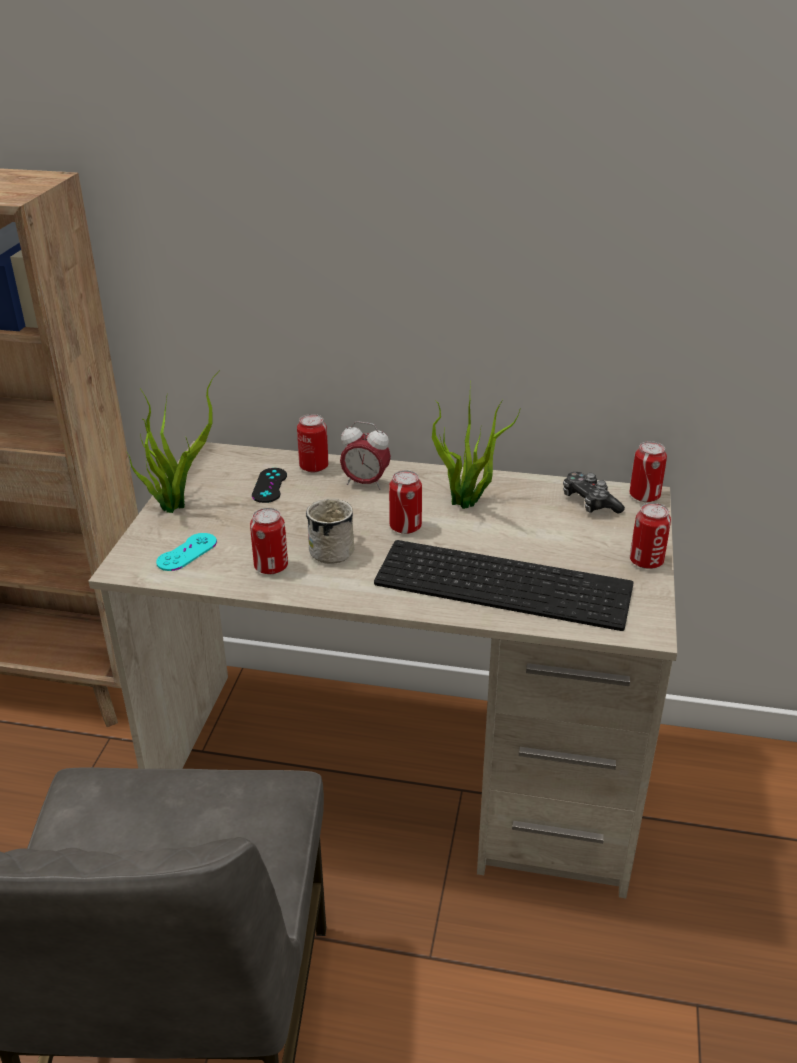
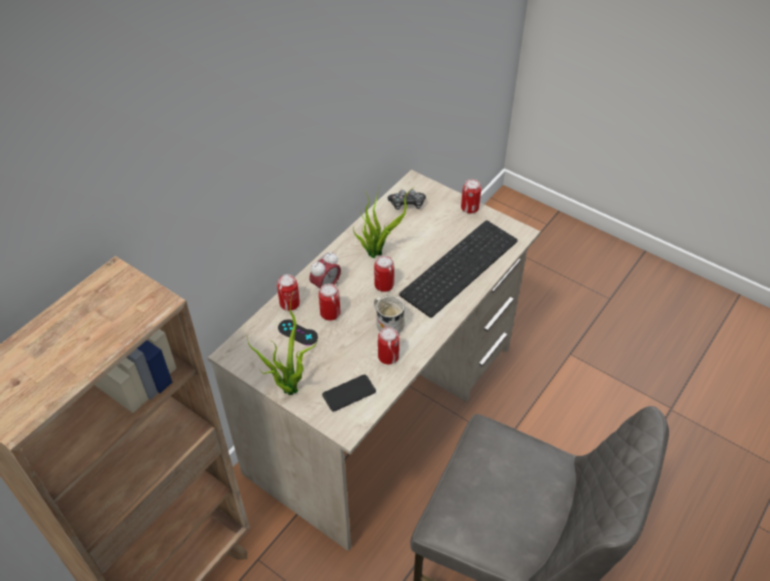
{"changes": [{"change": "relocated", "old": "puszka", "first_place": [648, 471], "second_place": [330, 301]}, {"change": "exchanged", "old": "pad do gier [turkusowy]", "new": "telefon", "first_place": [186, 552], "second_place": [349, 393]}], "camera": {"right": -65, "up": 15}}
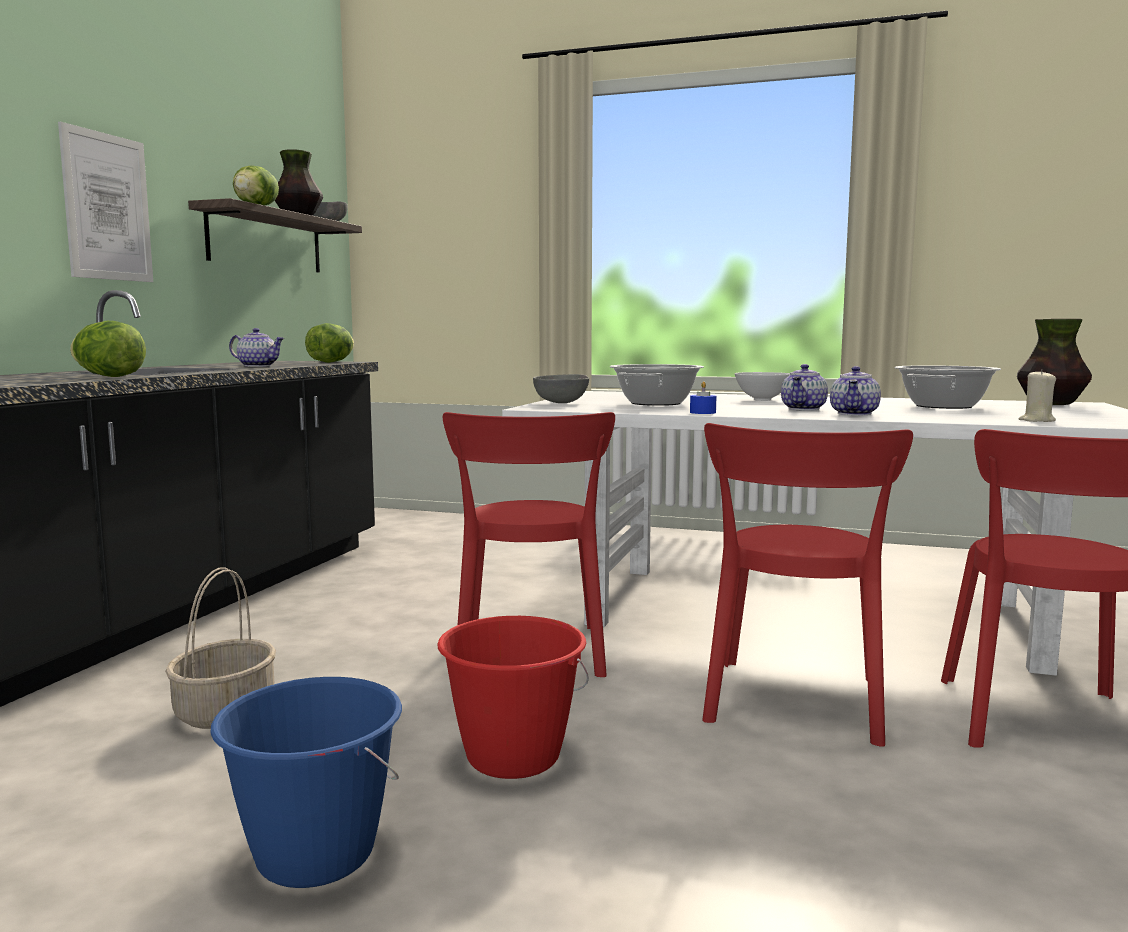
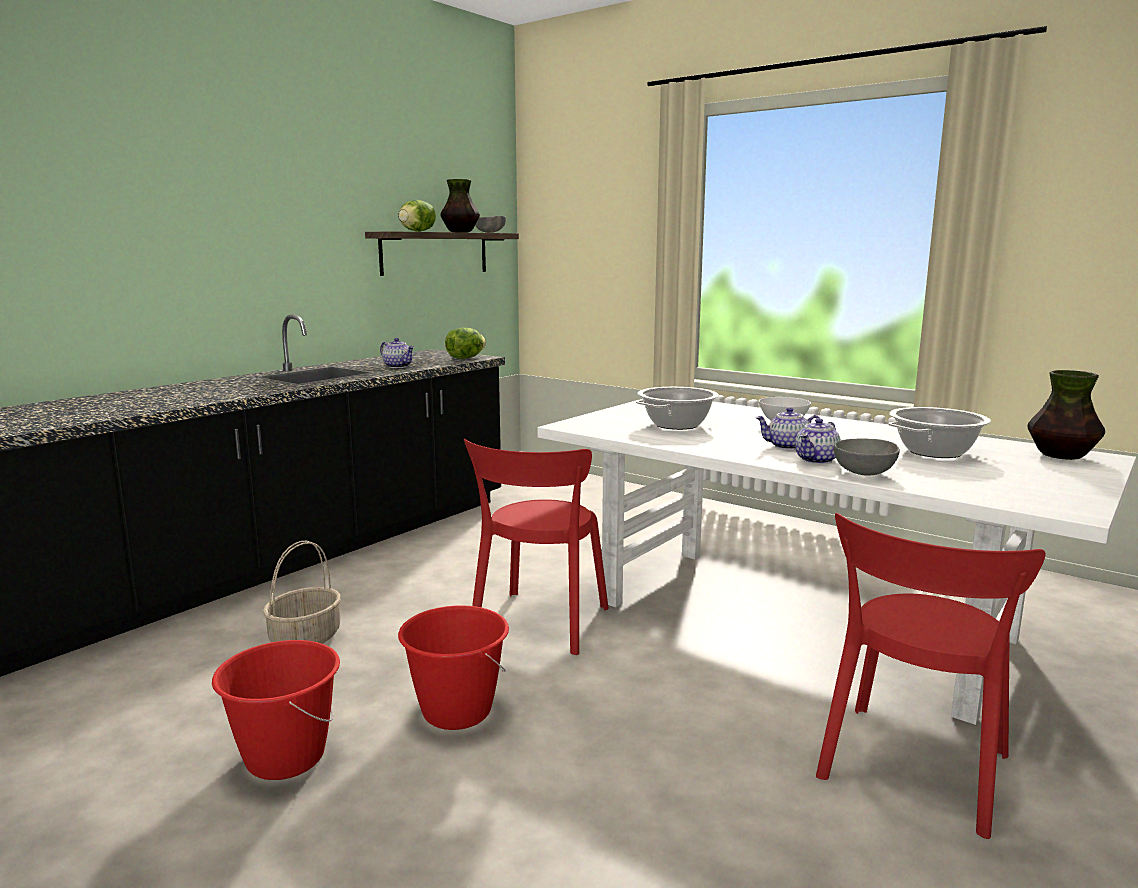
{"changes": [{"change": "colour", "old": "wiadro [niebieski]", "new": "wiadro [czerwony]", "first_place": [306, 782], "second_place": [276, 710]}, {"change": "spun", "old": "imbryk", "first_place": [804, 387], "second_place": [789, 428], "degrees": 45}, {"change": "relocated", "old": "miska [szary]", "first_place": [561, 388], "second_place": [867, 457]}, {"change": "missing", "old": "obraz", "first_place": [105, 202]}, {"change": "missing", "old": "sałata", "first_place": [108, 349]}, {"change": "missing", "old": "świeca [niebieski]", "first_place": [703, 398]}, {"change": "missing", "old": "krzesło [czerwony]", "first_place": [807, 585]}, {"change": "missing", "old": "świeca [beżowy]", "first_place": [1037, 395]}], "camera": {"right": 20, "up": 5}}
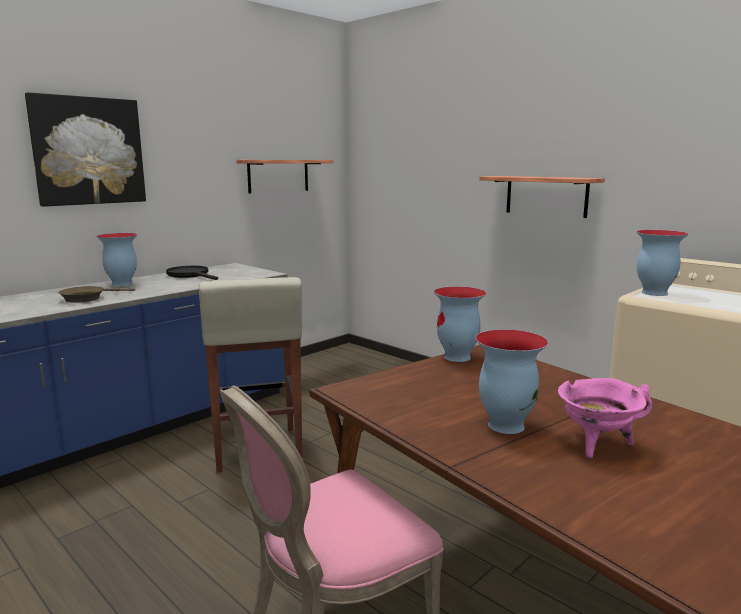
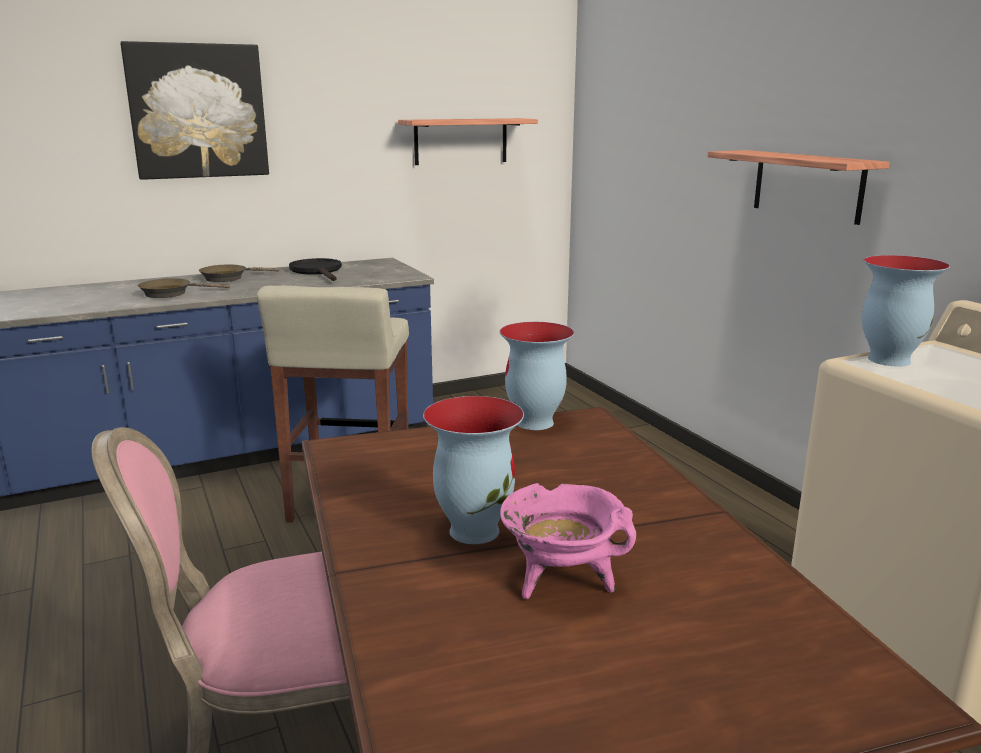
{"changes": [{"change": "exchanged", "old": "wazon", "new": "patelnia [brązowy]", "first_place": [116, 260], "second_place": [239, 273]}], "camera": {"right": 20, "up": 5}}
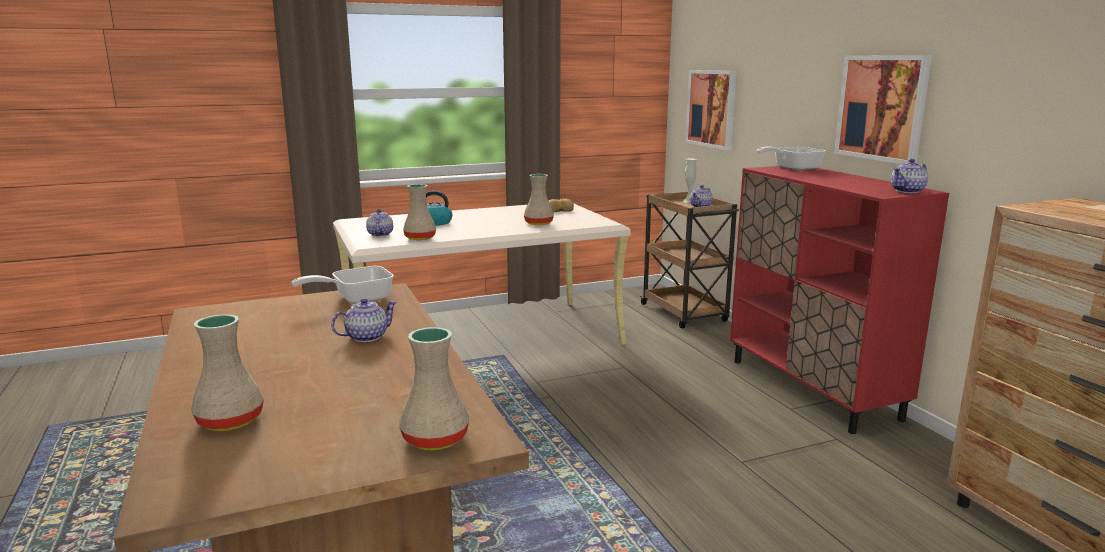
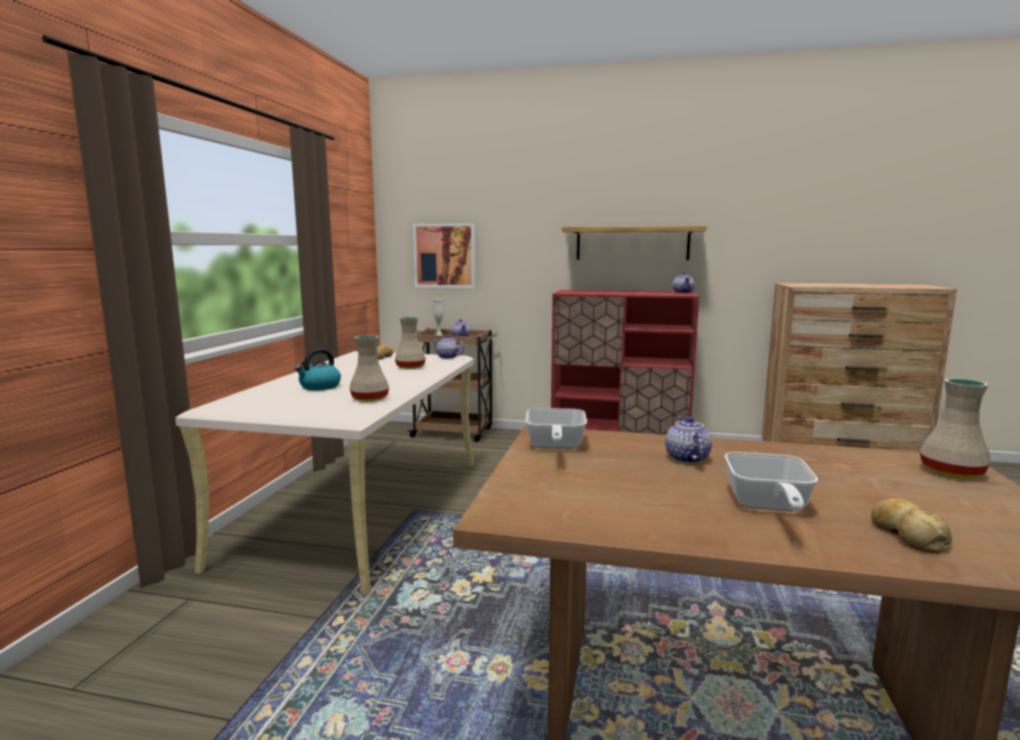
{"changes": [{"change": "relocated", "old": "imbryk", "first_place": [379, 223], "second_place": [448, 347]}, {"change": "exchanged", "old": "obraz", "new": "półka", "first_place": [883, 109], "second_place": [634, 243]}, {"change": "relocated", "old": "patelnia", "first_place": [791, 158], "second_place": [771, 481]}, {"change": "exchanged", "old": "wazon [beżowy]", "new": "chleb", "first_place": [227, 372], "second_place": [912, 525]}], "camera": {"right": -55, "up": -5}}
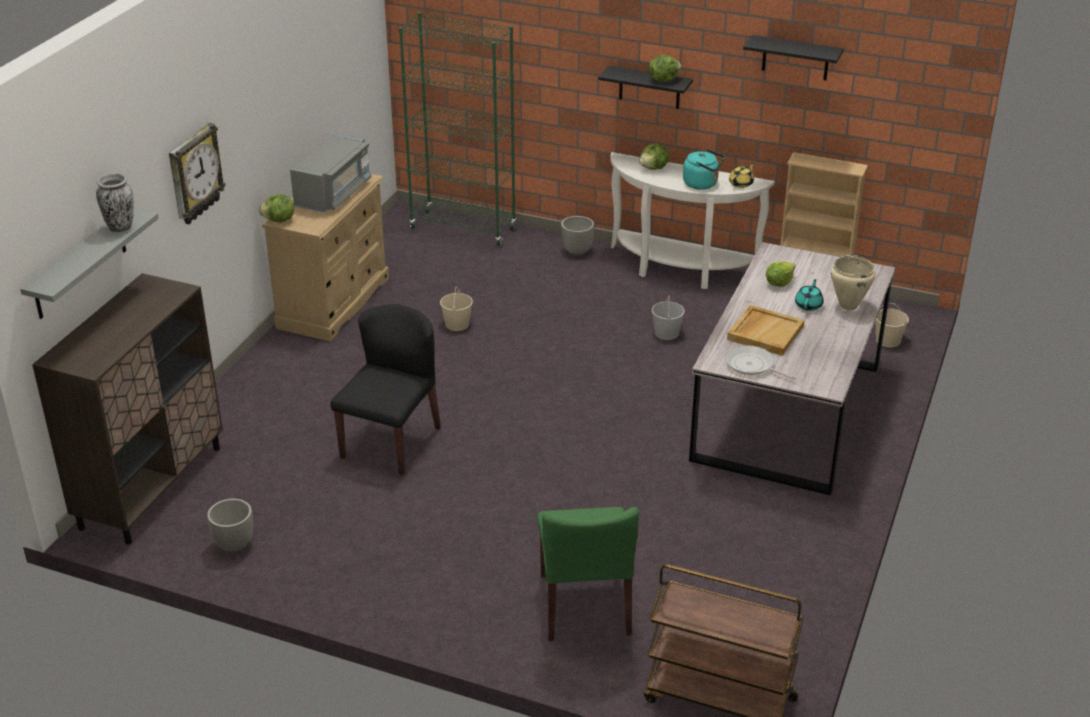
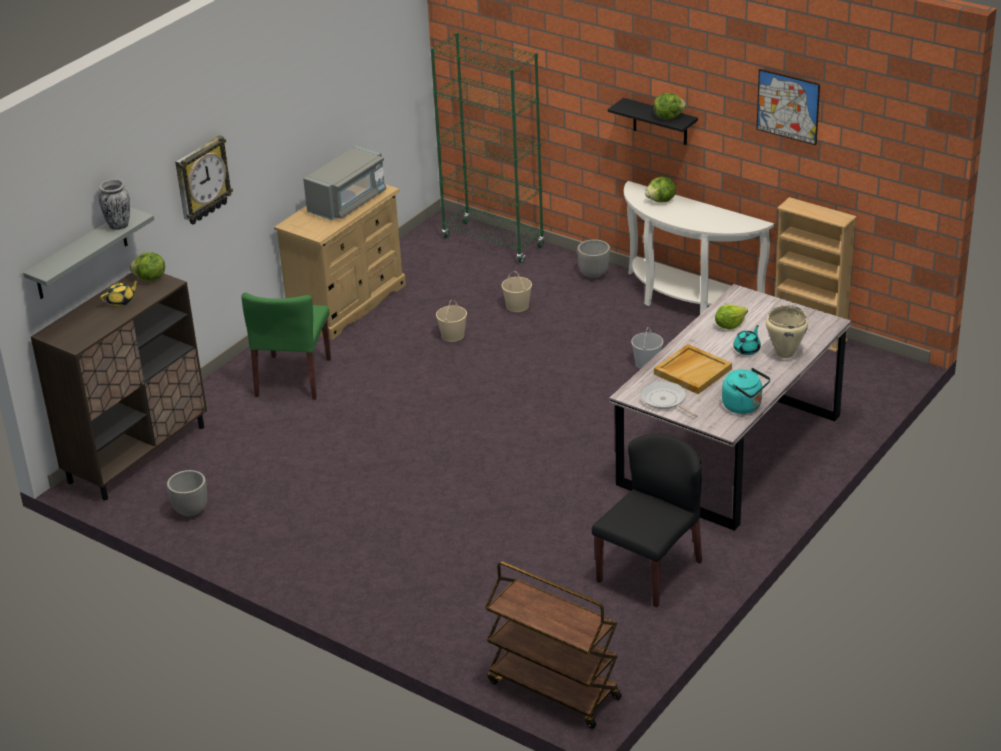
{"changes": [{"change": "relocated", "old": "imbryk [żółty]", "first_place": [742, 175], "second_place": [119, 293]}, {"change": "relocated", "old": "sałata", "first_place": [276, 208], "second_place": [147, 266]}, {"change": "relocated", "old": "krzesło [zielony]", "first_place": [588, 574], "second_place": [286, 346]}, {"change": "relocated", "old": "wiadro [beżowy]", "first_place": [892, 325], "second_place": [516, 291]}, {"change": "relocated", "old": "krzesło [czarny]", "first_place": [386, 389], "second_place": [647, 521]}, {"change": "relocated", "old": "czajnik [turkusowy]", "first_place": [704, 169], "second_place": [746, 391]}, {"change": "exchanged", "old": "półka [czarny]", "new": "obraz", "first_place": [793, 57], "second_place": [788, 107]}], "camera": {"right": 15, "up": 0}}
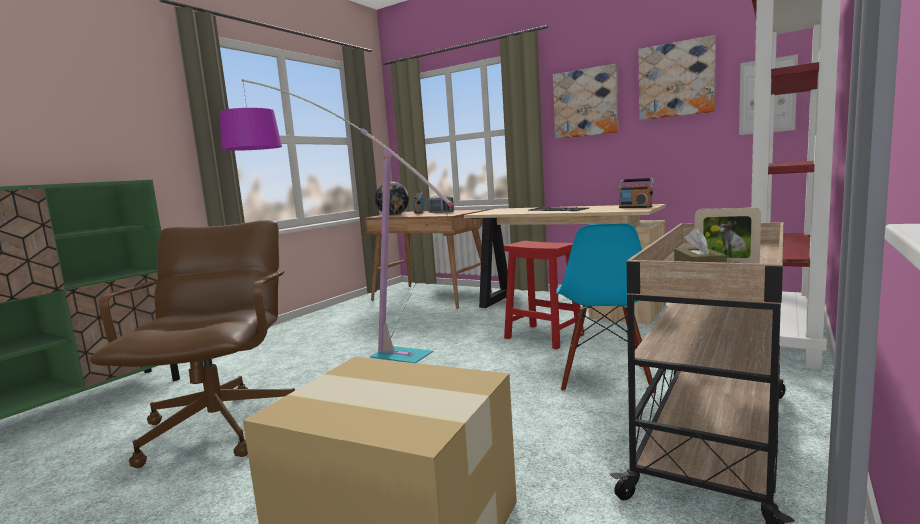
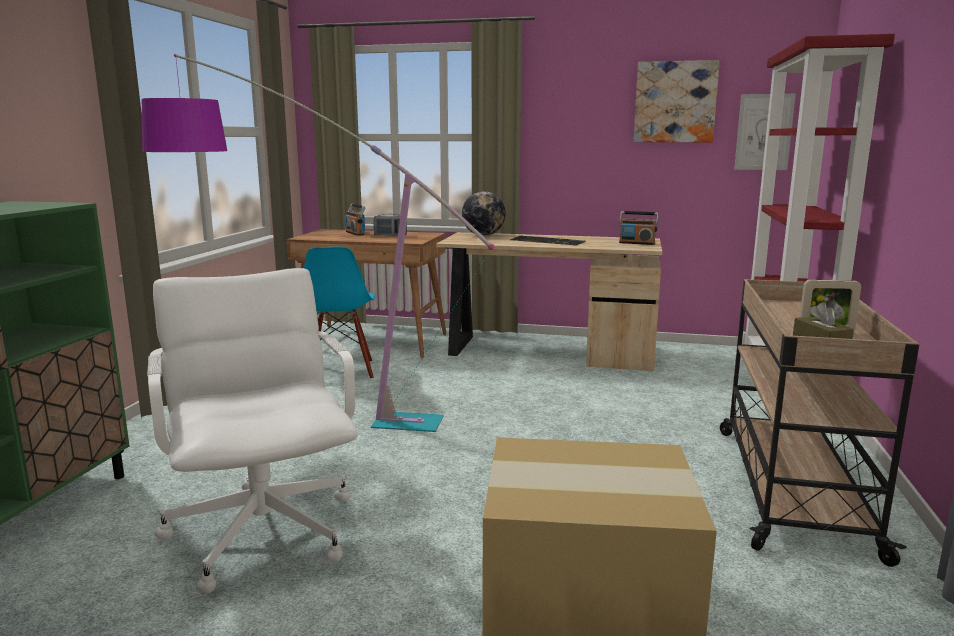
{"changes": [{"change": "colour", "old": "krzesło biurowe [brązowy]", "new": "krzesło biurowe [biały]", "first_place": [192, 344], "second_place": [252, 431]}, {"change": "relocated", "old": "krzesło [niebieski]", "first_place": [605, 309], "second_place": [339, 313]}, {"change": "relocated", "old": "globus", "first_place": [392, 198], "second_place": [484, 213]}, {"change": "missing", "old": "stołek [czerwony]", "first_place": [544, 295]}, {"change": "missing", "old": "obraz", "first_place": [585, 101]}], "camera": {"right": -20, "up": 5}}
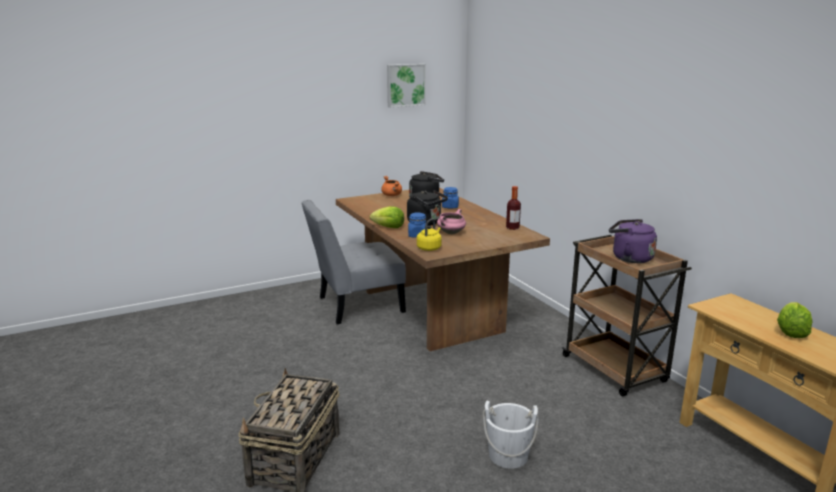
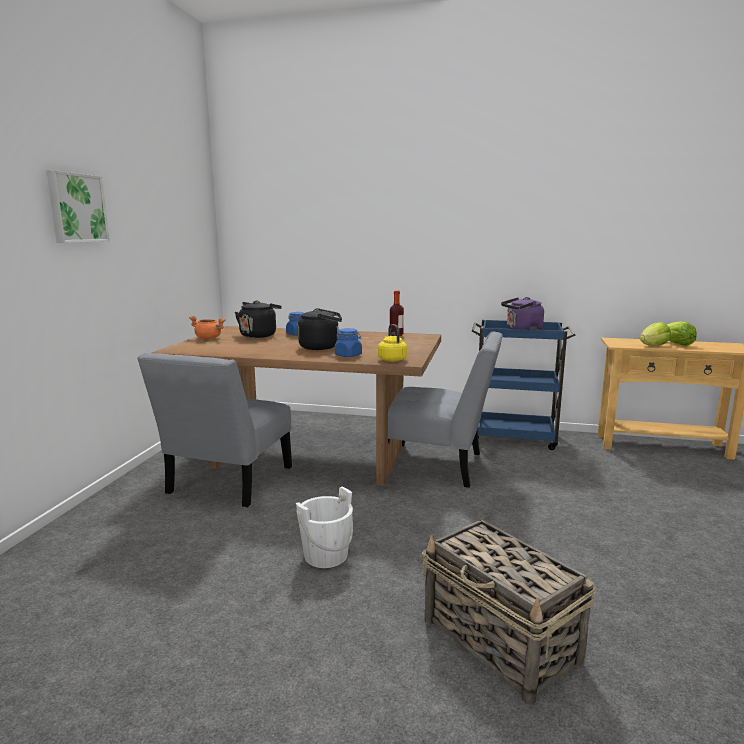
{"changes": [{"change": "relocated", "old": "obraz", "first_place": [406, 86], "second_place": [78, 206]}, {"change": "relocated", "old": "wiadro [biały]", "first_place": [511, 435], "second_place": [324, 527]}, {"change": "appeared", "new": "krzesło [szary]", "second_place": [445, 410]}, {"change": "colour", "old": "wózek [brązowy]", "new": "wózek [niebieski]", "first_place": [626, 315], "second_place": [524, 385]}, {"change": "relocated", "old": "sałata", "first_place": [387, 217], "second_place": [655, 334]}, {"change": "missing", "old": "garnek [różowy]", "first_place": [451, 221]}], "camera": {"right": -50, "up": -5}}
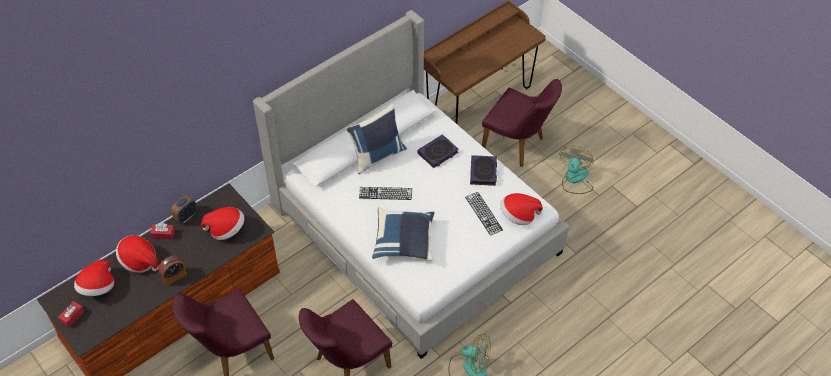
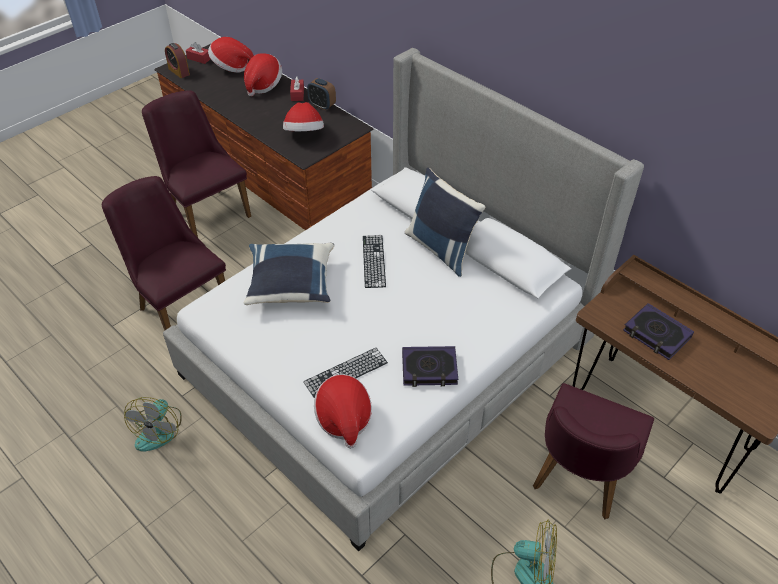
{"changes": [{"change": "relocated", "old": "budzik", "first_place": [172, 271], "second_place": [177, 60]}, {"change": "relocated", "old": "książka", "first_place": [438, 151], "second_place": [658, 331]}], "camera": {"right": 85, "up": -5}}
